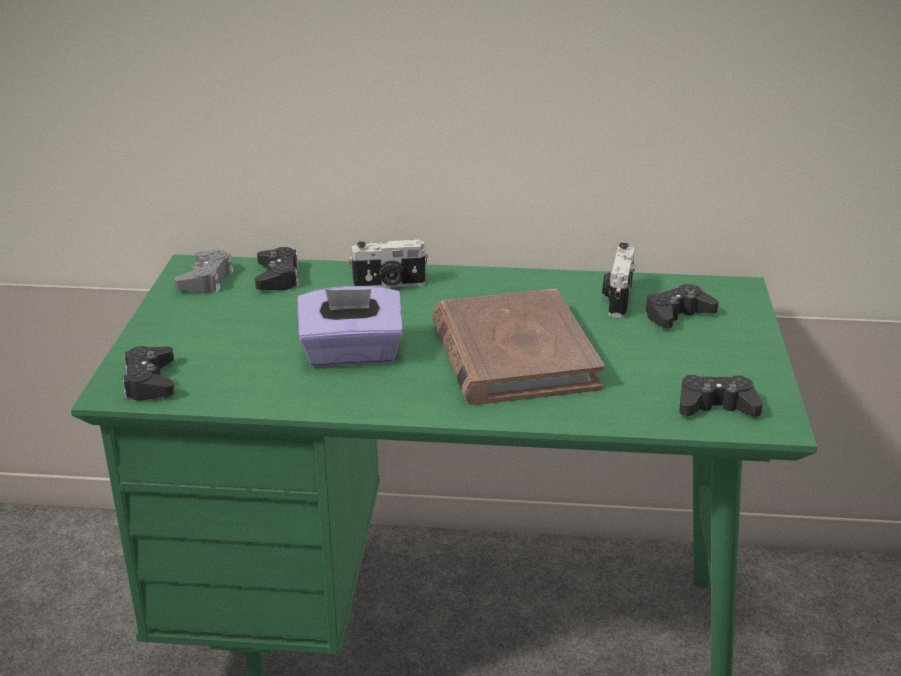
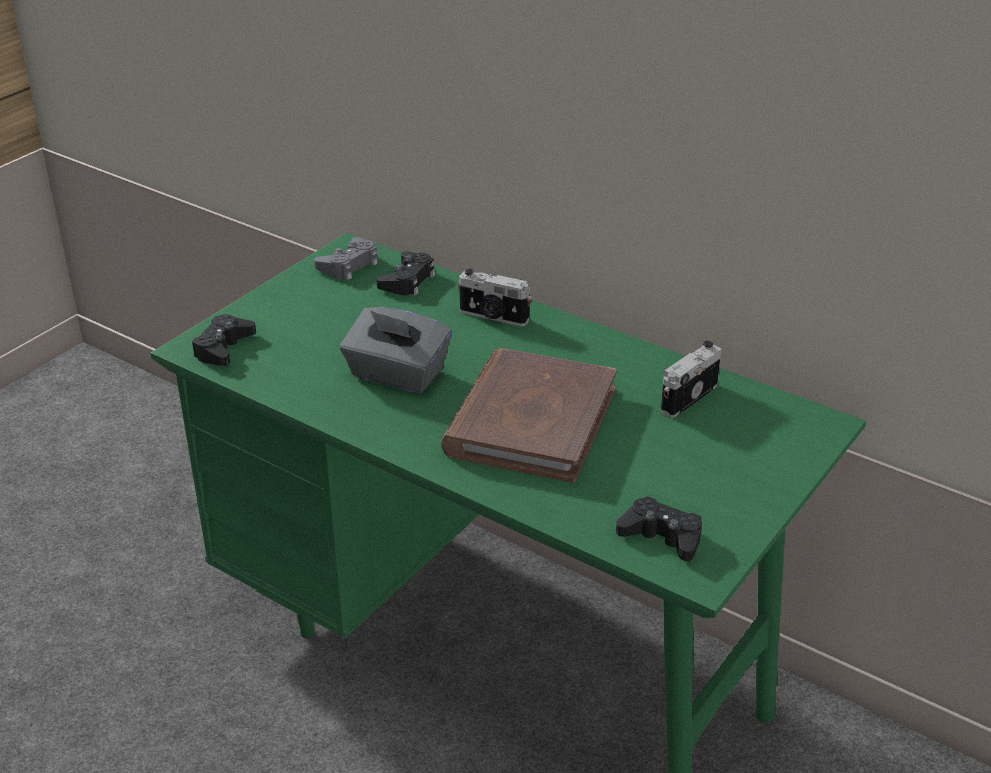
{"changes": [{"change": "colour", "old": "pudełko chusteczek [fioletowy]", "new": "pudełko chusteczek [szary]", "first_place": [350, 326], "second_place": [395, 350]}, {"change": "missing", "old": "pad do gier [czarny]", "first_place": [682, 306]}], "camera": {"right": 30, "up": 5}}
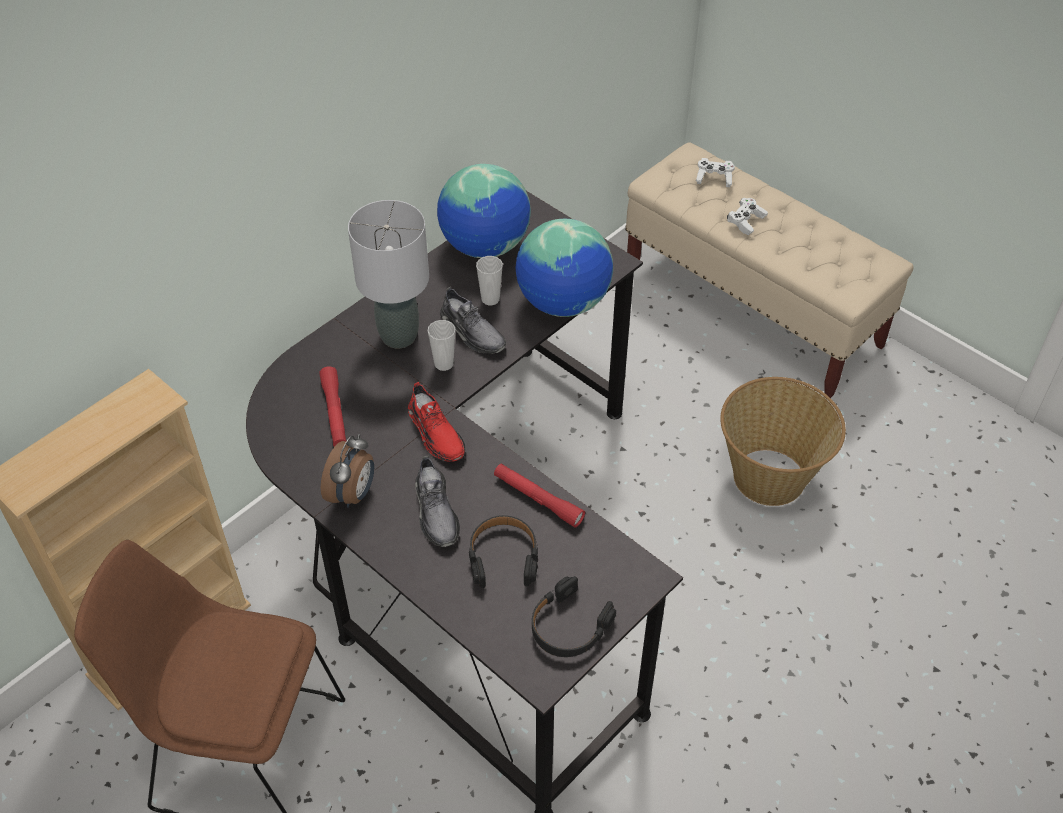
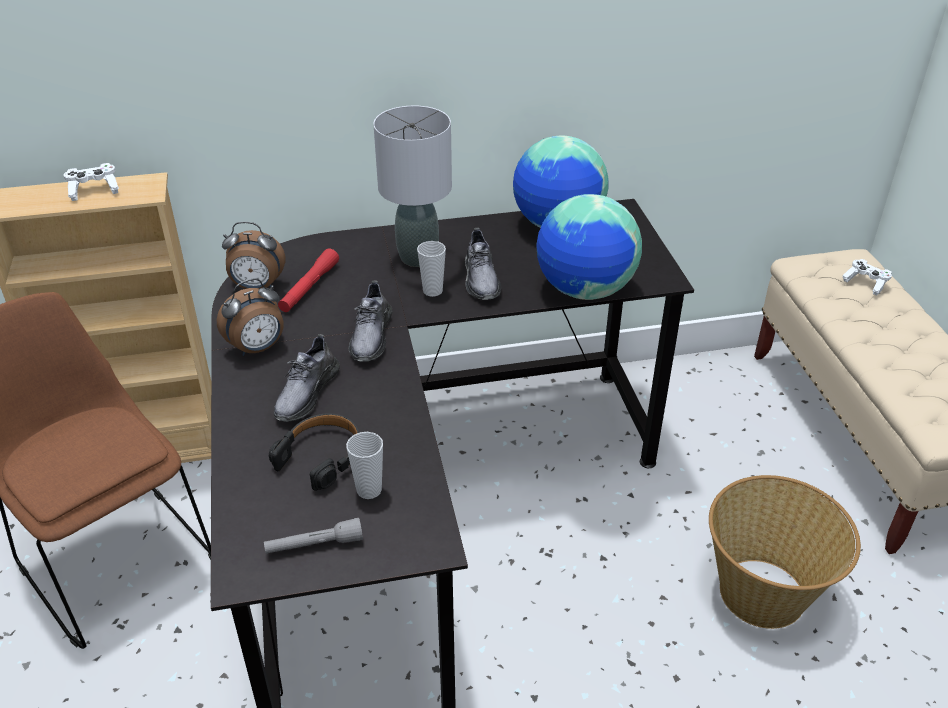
{"changes": [{"change": "relocated", "old": "pad do gier [biały]", "first_place": [747, 216], "second_place": [91, 182]}, {"change": "appeared", "new": "budzik", "second_place": [253, 255]}, {"change": "exchanged", "old": "słuchawki [czarny]", "new": "latarka [szary]", "first_place": [574, 616], "second_place": [313, 536]}, {"change": "relocated", "old": "filiżanka", "first_place": [489, 280], "second_place": [364, 465]}, {"change": "colour", "old": "but [czerwony]", "new": "but [szary]", "first_place": [437, 422], "second_place": [371, 321]}, {"change": "missing", "old": "latarka [czerwony]", "first_place": [539, 496]}], "camera": {"right": 35, "up": -10}}
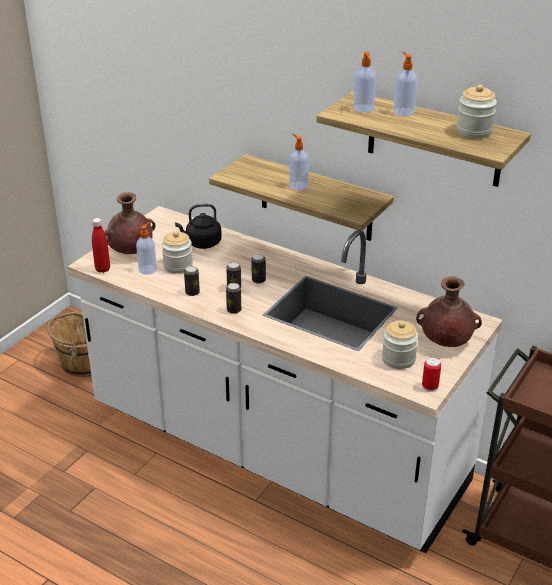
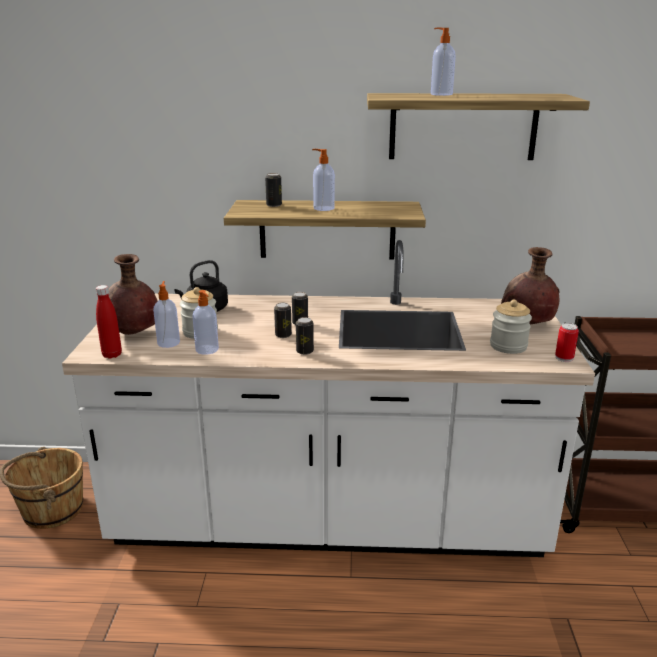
{"changes": [{"change": "relocated", "old": "dozownik mydła", "first_place": [364, 82], "second_place": [205, 322]}, {"change": "relocated", "old": "puszka", "first_place": [192, 281], "second_place": [273, 190]}, {"change": "missing", "old": "słoik", "first_place": [476, 111]}], "camera": {"right": -30, "up": -10}}
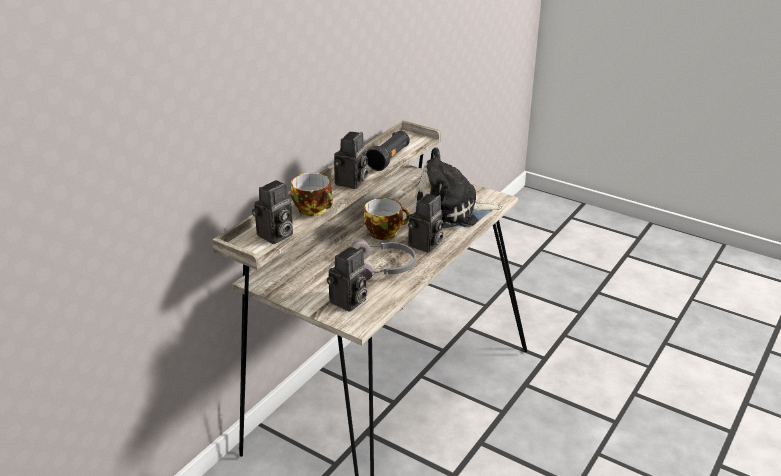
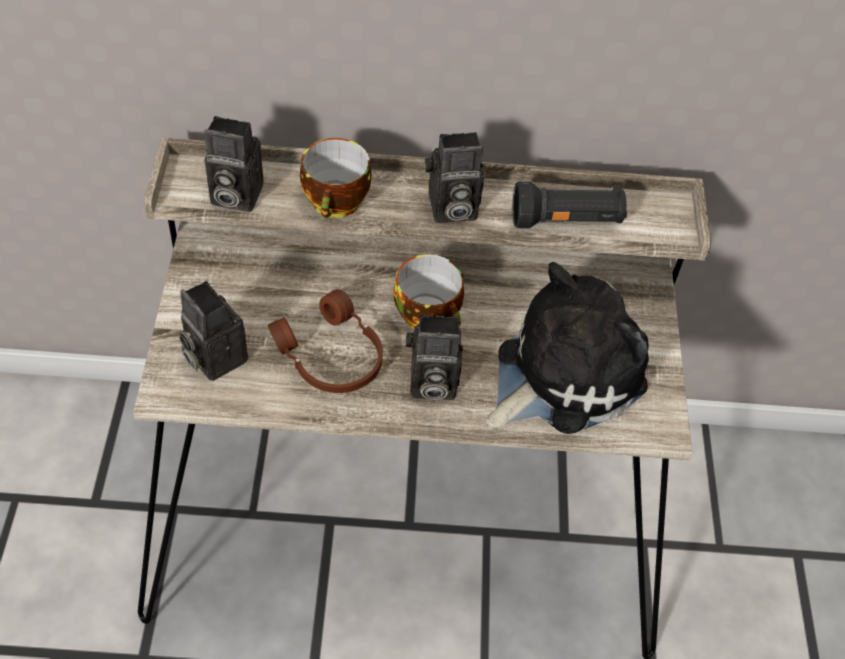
{"changes": [{"change": "spun", "old": "aparat fotograficzny", "first_place": [347, 279], "second_place": [213, 331], "degrees": 45}, {"change": "colour", "old": "słuchawki [szary]", "new": "słuchawki [brązowy]", "first_place": [383, 259], "second_place": [325, 341]}, {"change": "spun", "old": "pluszak", "first_place": [458, 187], "second_place": [567, 348], "degrees": 90}], "camera": {"right": 55, "up": 20}}
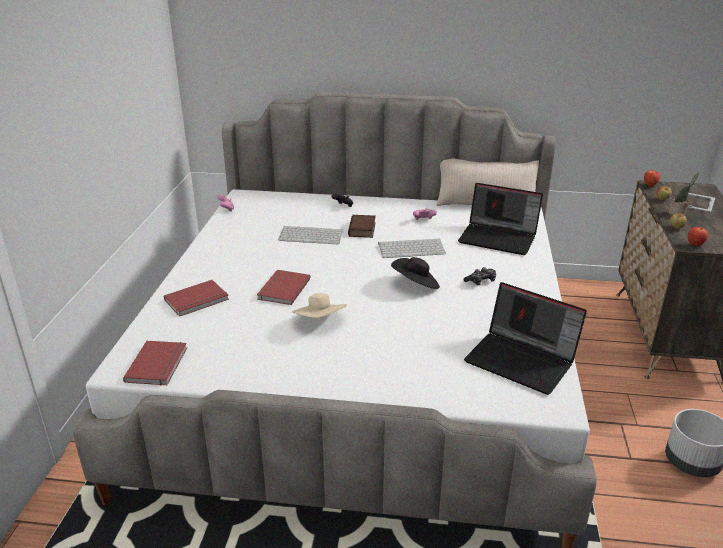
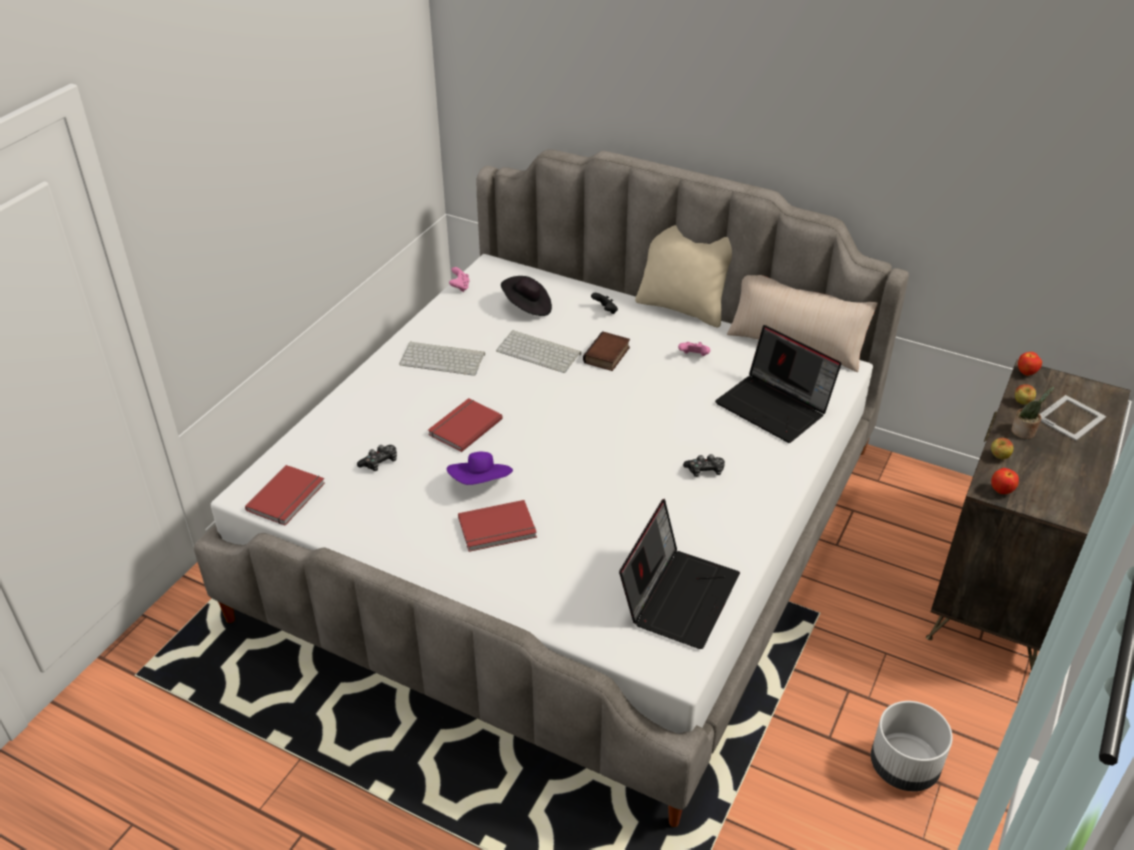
{"changes": [{"change": "appeared", "new": "pad do gier", "second_place": [377, 458]}, {"change": "relocated", "old": "klawiatura", "first_place": [412, 248], "second_place": [442, 358]}, {"change": "colour", "old": "kapelusz [beżowy]", "new": "kapelusz [fioletowy]", "first_place": [319, 305], "second_place": [480, 468]}, {"change": "relocated", "old": "książka [czerwony]", "first_place": [196, 298], "second_place": [497, 526]}, {"change": "relocated", "old": "kapelusz [czarny]", "first_place": [415, 273], "second_place": [526, 296]}, {"change": "spun", "old": "laptop", "first_place": [525, 338], "second_place": [679, 574], "degrees": -120}, {"change": "appeared", "new": "poduszka [beżowy]", "second_place": [683, 276]}], "camera": {"right": 20, "up": 10}}
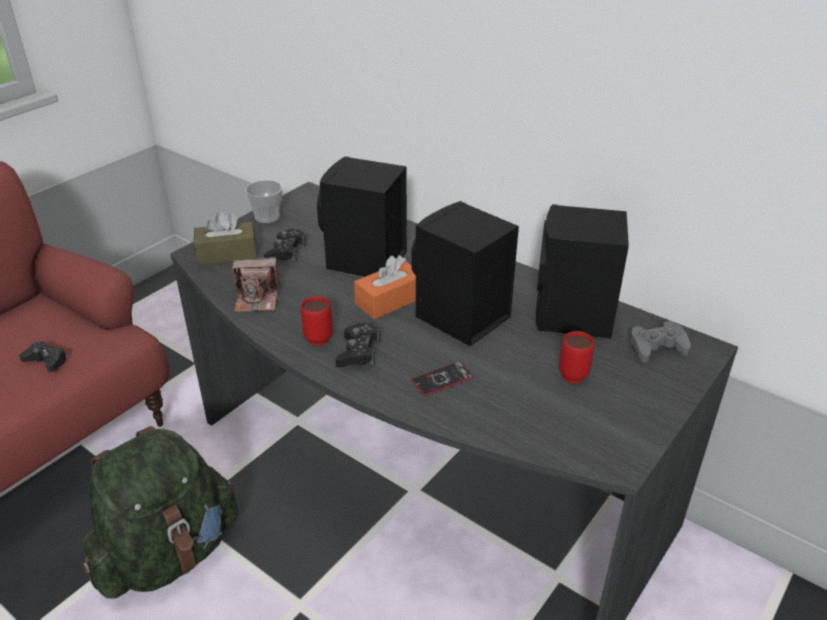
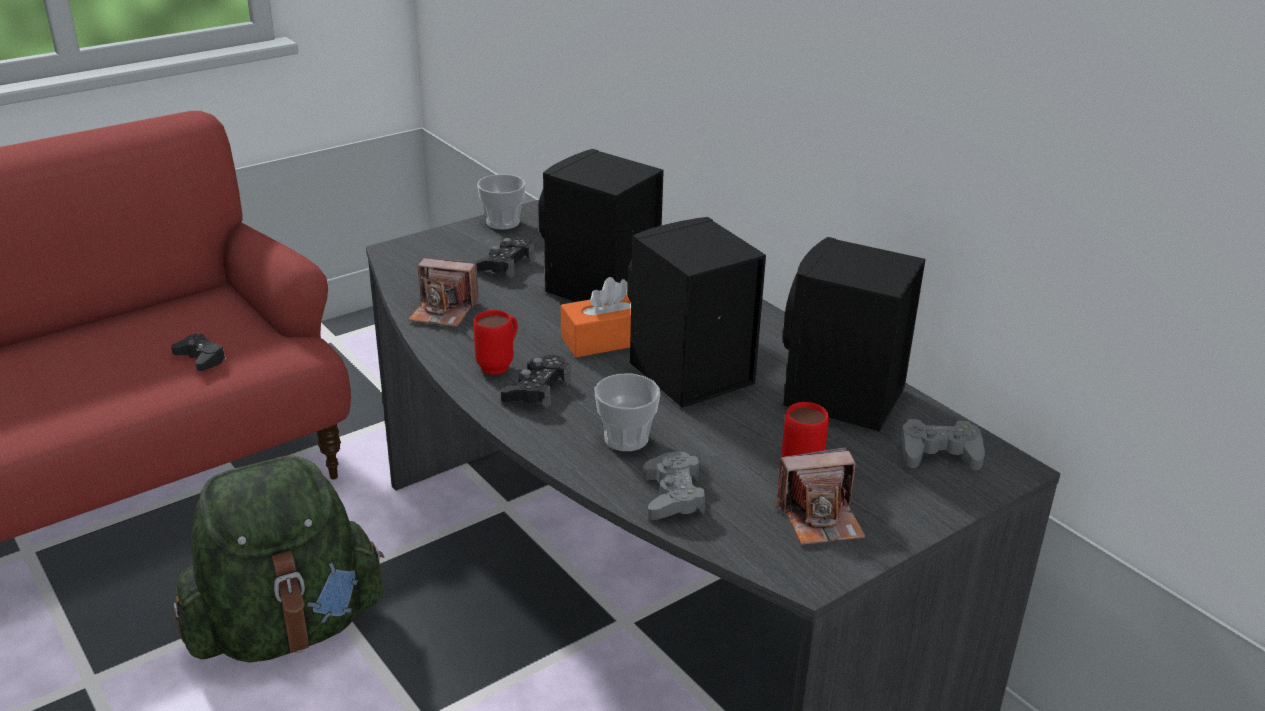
{"changes": [{"change": "exchanged", "old": "telefon", "new": "filiżanka", "first_place": [442, 379], "second_place": [627, 412]}, {"change": "appeared", "new": "pad do gier [szary]", "second_place": [674, 485]}, {"change": "appeared", "new": "aparat fotograficzny", "second_place": [820, 496]}, {"change": "missing", "old": "pudełko chusteczek [brązowy]", "first_place": [225, 238]}], "camera": {"right": 15, "up": -5}}
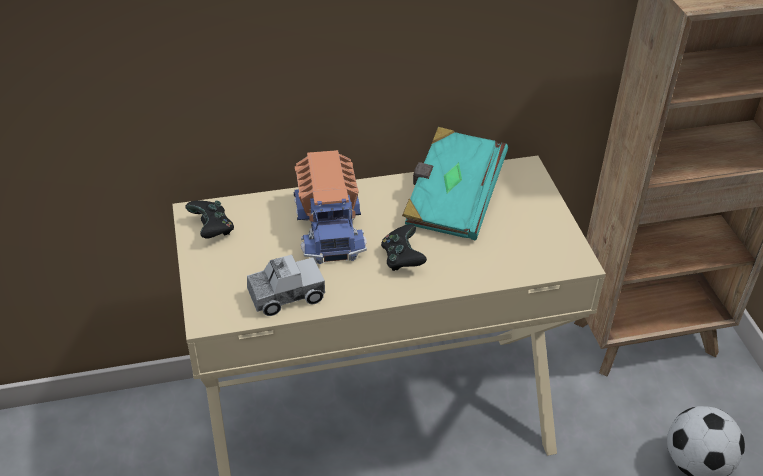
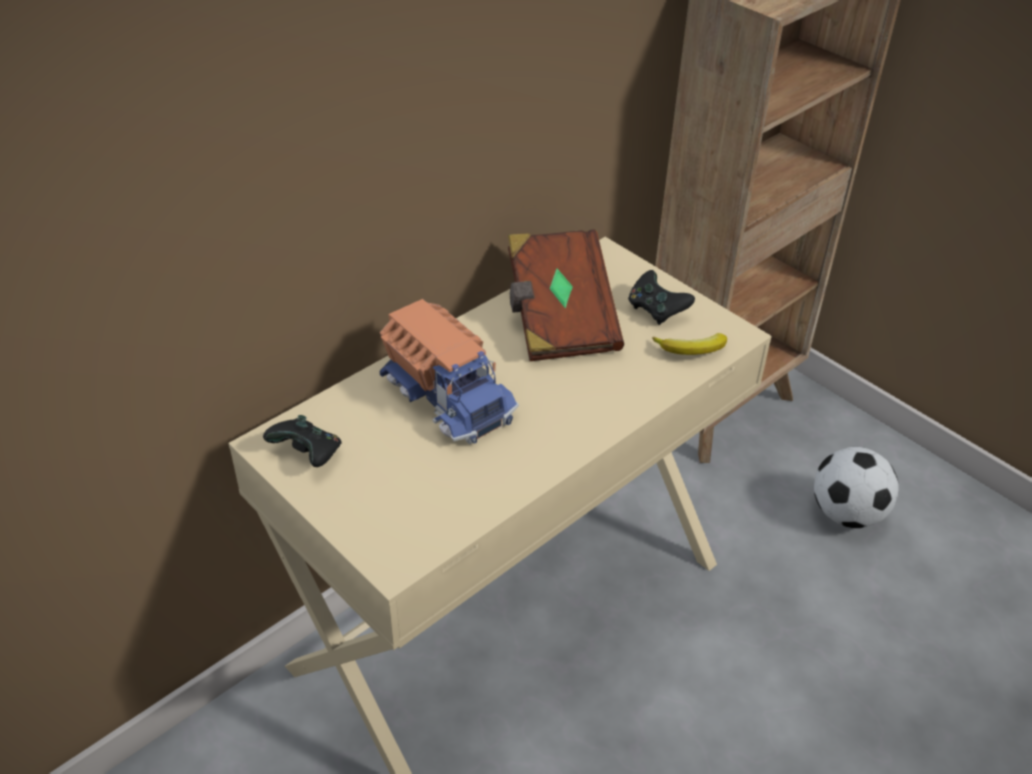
{"changes": [{"change": "colour", "old": "książka [turkusowy]", "new": "książka [brązowy]", "first_place": [455, 183], "second_place": [566, 295]}, {"change": "relocated", "old": "pad do gier [czarny]", "first_place": [404, 247], "second_place": [661, 297]}, {"change": "appeared", "new": "banan", "second_place": [689, 344]}, {"change": "missing", "old": "ciężarówka zabawkowa", "first_place": [286, 285]}], "camera": {"right": -30, "up": 0}}
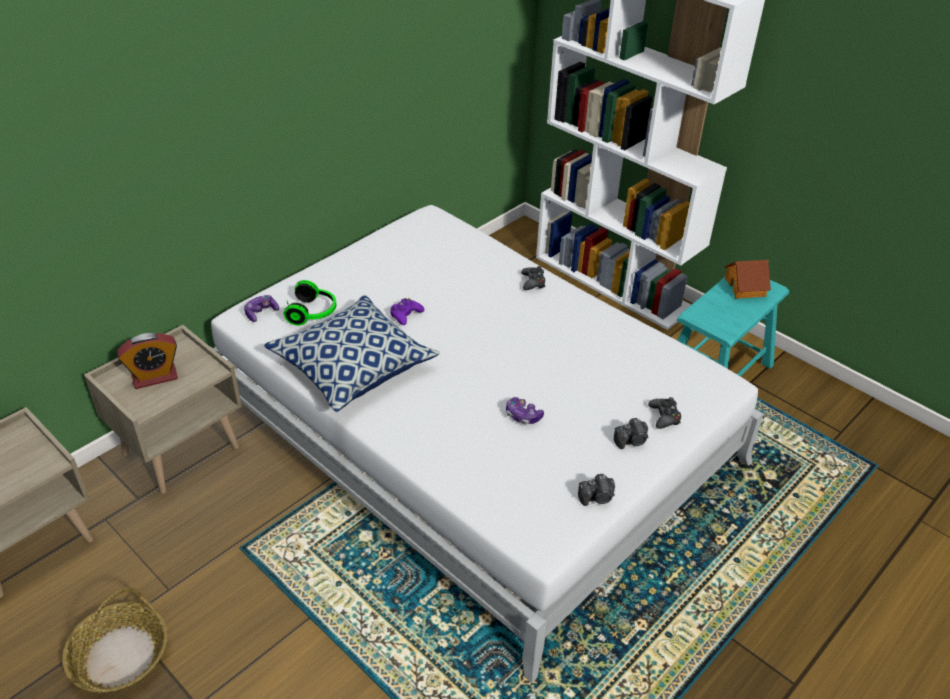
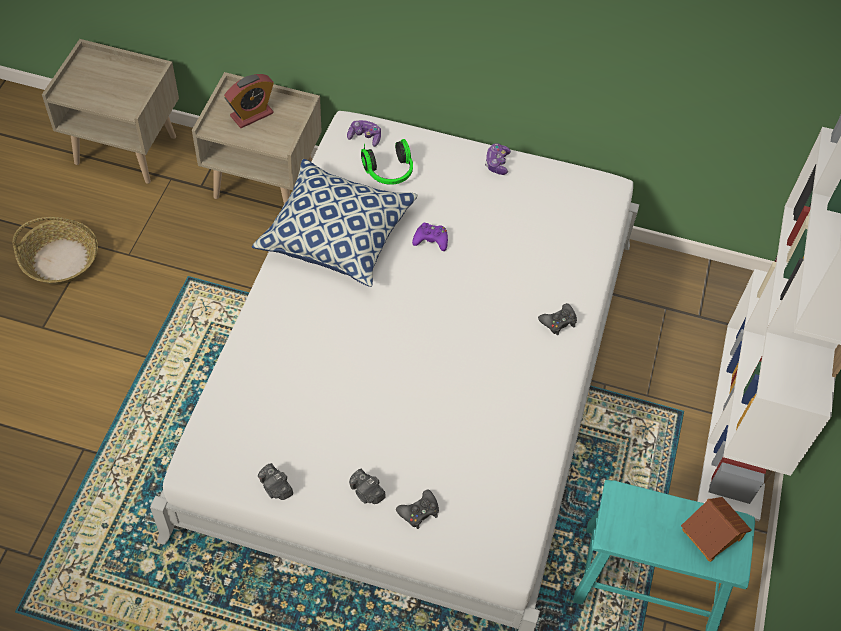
{"changes": [{"change": "spun", "old": "budzik", "first_place": [147, 361], "second_place": [249, 101], "degrees": -75}, {"change": "relocated", "old": "pad do gier", "first_place": [525, 410], "second_place": [498, 159]}], "camera": {"right": 60, "up": 15}}
